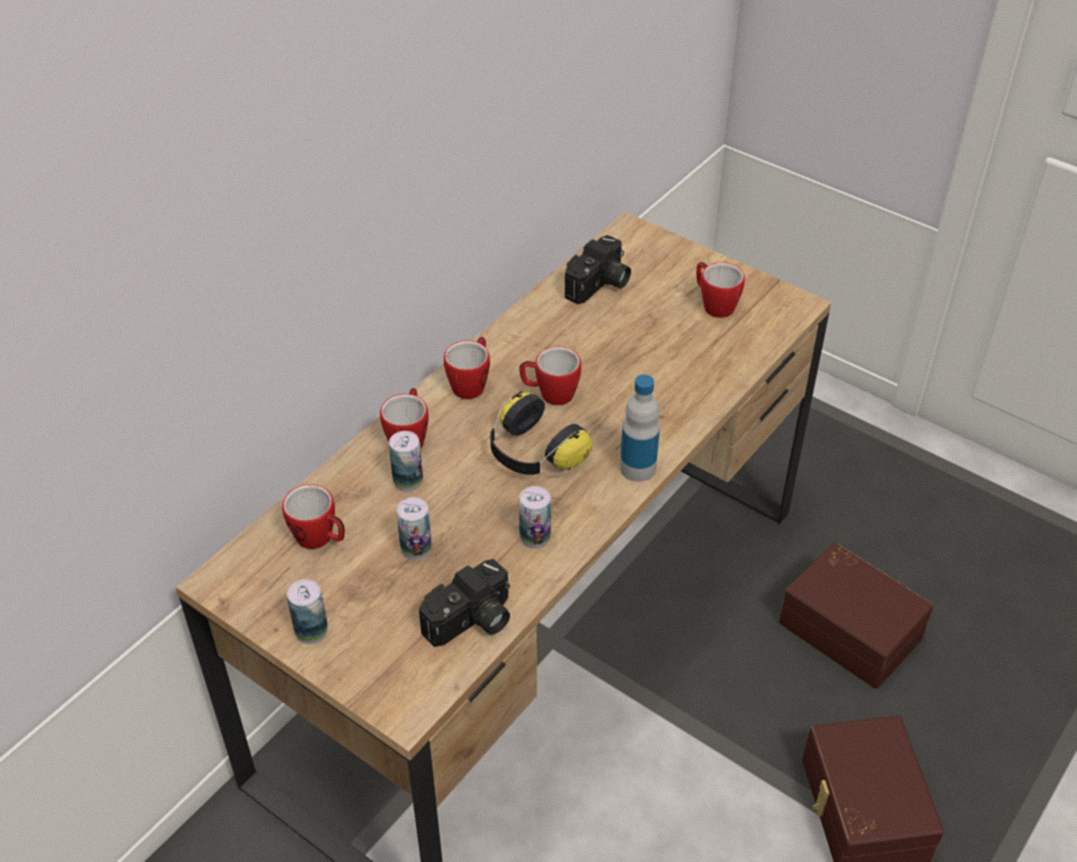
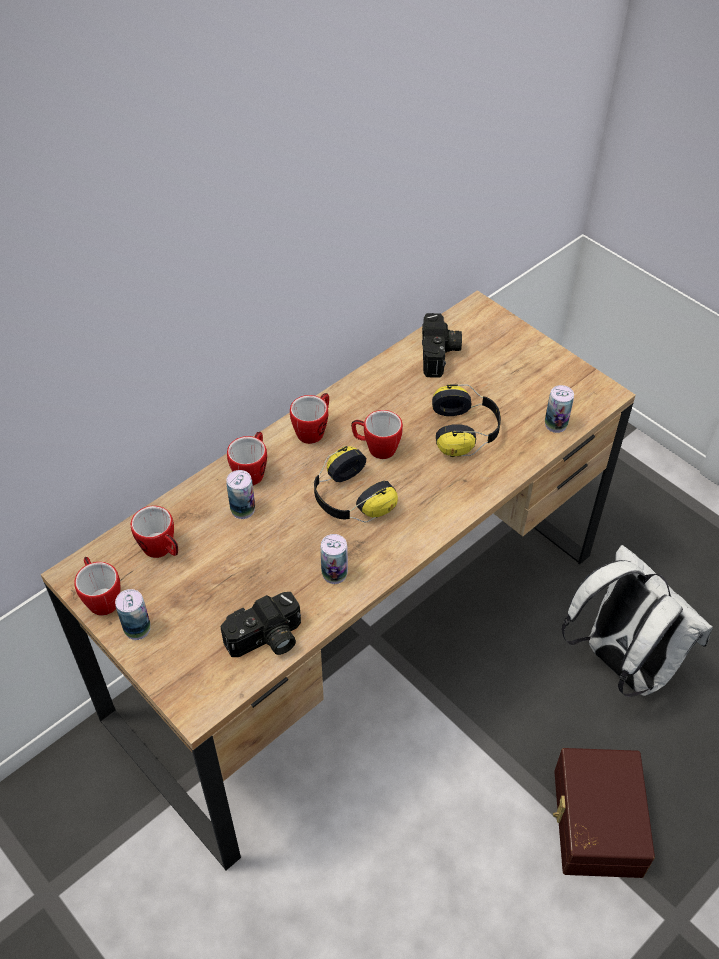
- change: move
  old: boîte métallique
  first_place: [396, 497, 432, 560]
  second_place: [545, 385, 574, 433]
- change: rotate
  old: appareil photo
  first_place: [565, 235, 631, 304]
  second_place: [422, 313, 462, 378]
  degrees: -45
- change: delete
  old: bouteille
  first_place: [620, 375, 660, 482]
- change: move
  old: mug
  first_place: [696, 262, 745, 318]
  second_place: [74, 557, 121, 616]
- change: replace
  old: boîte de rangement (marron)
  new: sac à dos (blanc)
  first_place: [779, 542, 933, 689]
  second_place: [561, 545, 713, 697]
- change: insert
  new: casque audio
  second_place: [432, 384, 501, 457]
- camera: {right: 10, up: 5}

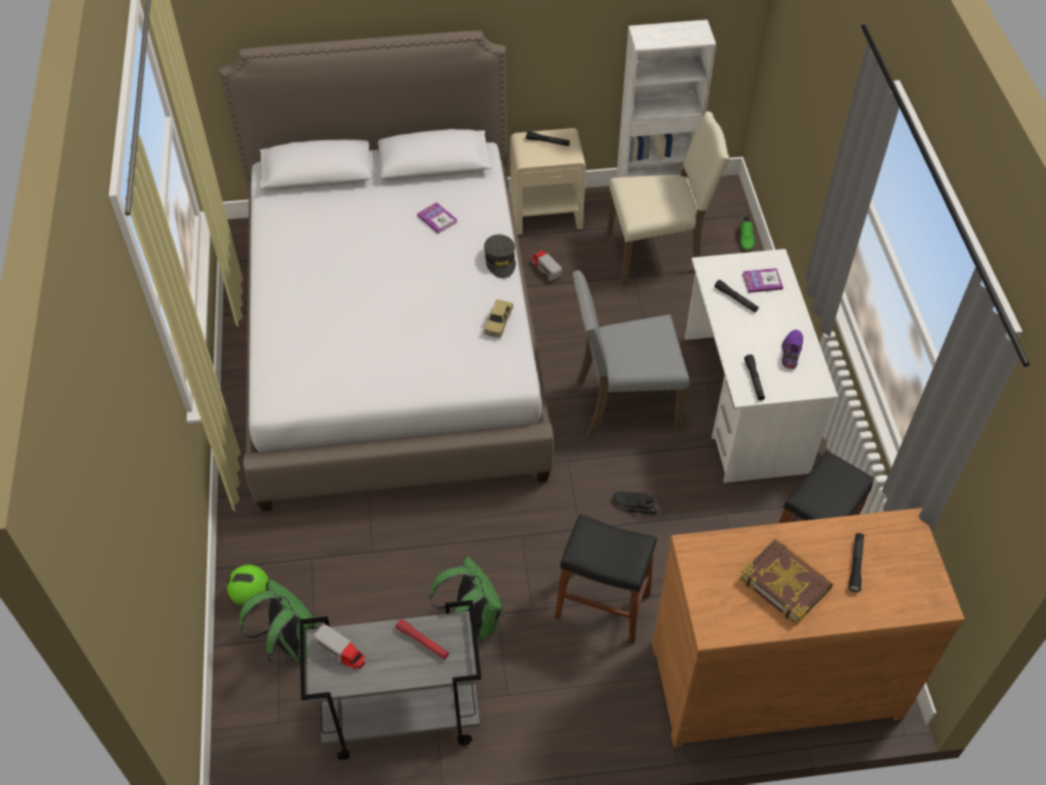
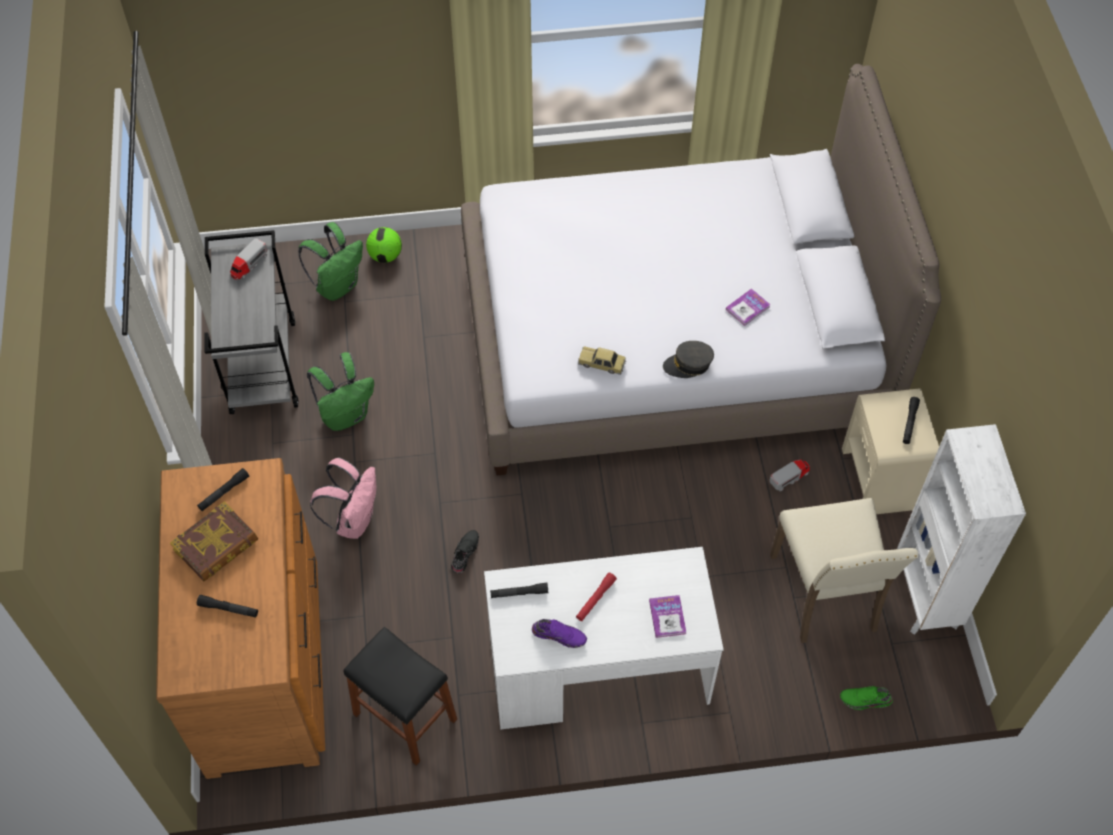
- change: move
  old: lampe de poche (rouge)
  first_place: [395, 619, 449, 659]
  second_place: [576, 573, 617, 621]
- change: replace
  old: tabouret (noir)
  new: sac à dos (rose)
  first_place: [555, 514, 657, 644]
  second_place: [310, 458, 377, 539]
- change: delete
  old: chaise (gris)
  first_place: [572, 270, 690, 436]
- change: move
  old: lampe de poche (noir)
  first_place: [714, 280, 759, 313]
  second_place: [197, 468, 249, 511]
- camera: {right: 90, up: 5}

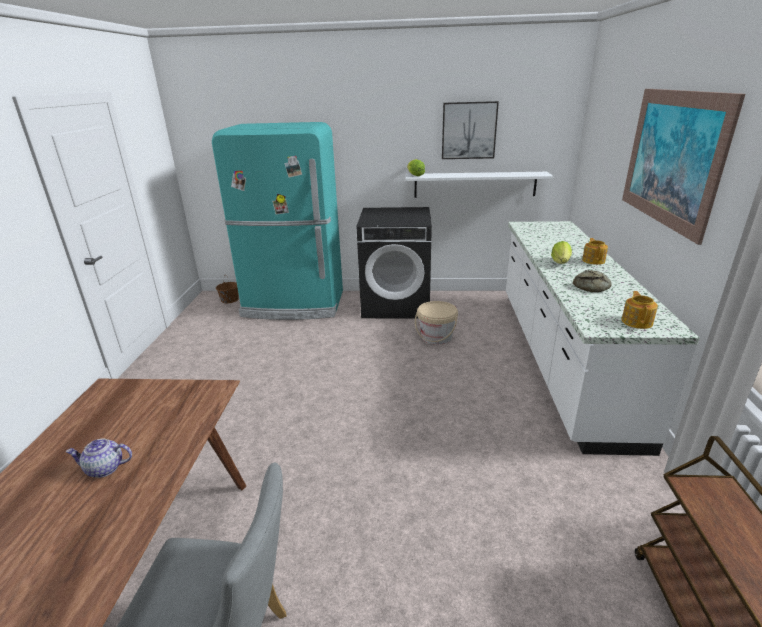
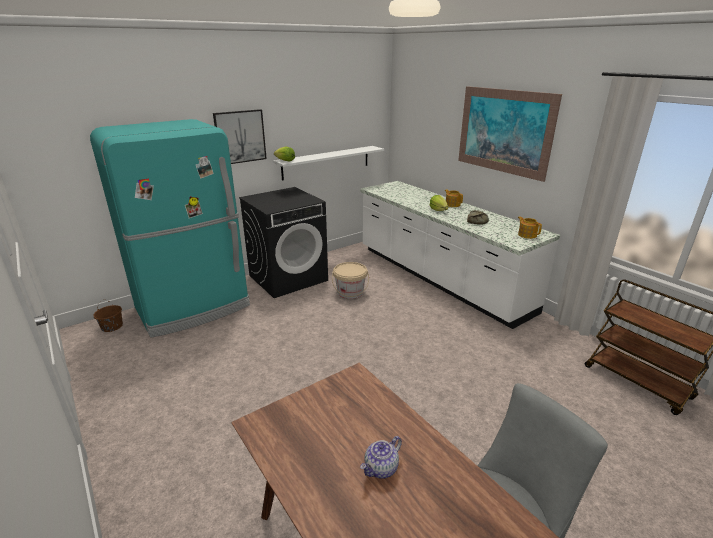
- change: move
  old: tableau
  first_place: [442, 101, 499, 159]
  second_place: [213, 109, 267, 164]
- camera: {right: -40, up: 0}

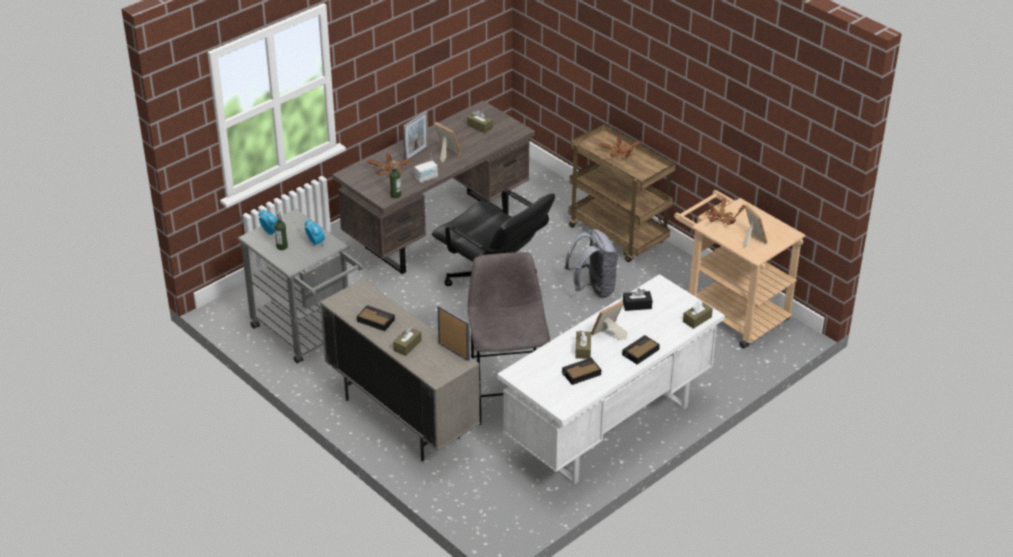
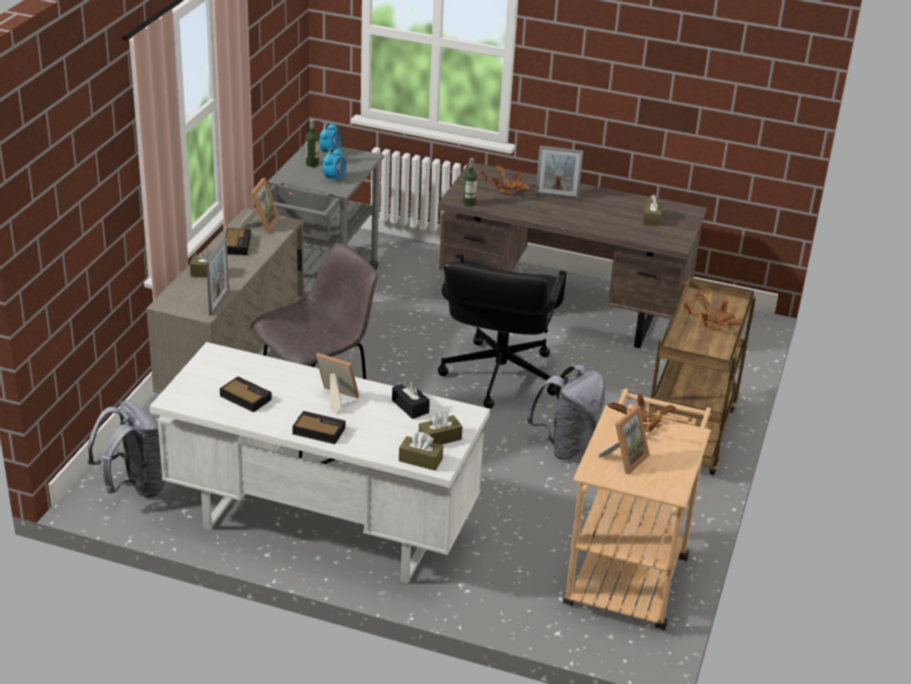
- change: delete
  old: radio
  first_place: [414, 153, 438, 183]
- change: move
  old: cadre photo
  first_place: [434, 122, 461, 163]
  second_place: [241, 178, 280, 233]
- change: move
  old: boîte à mouchoirs (marron)
  first_place: [575, 330, 591, 359]
  second_place: [419, 410, 463, 445]
- change: insert
  new: sac à dos (gris)
  second_place: [88, 400, 165, 498]
- camera: {right: 60, up: -5}

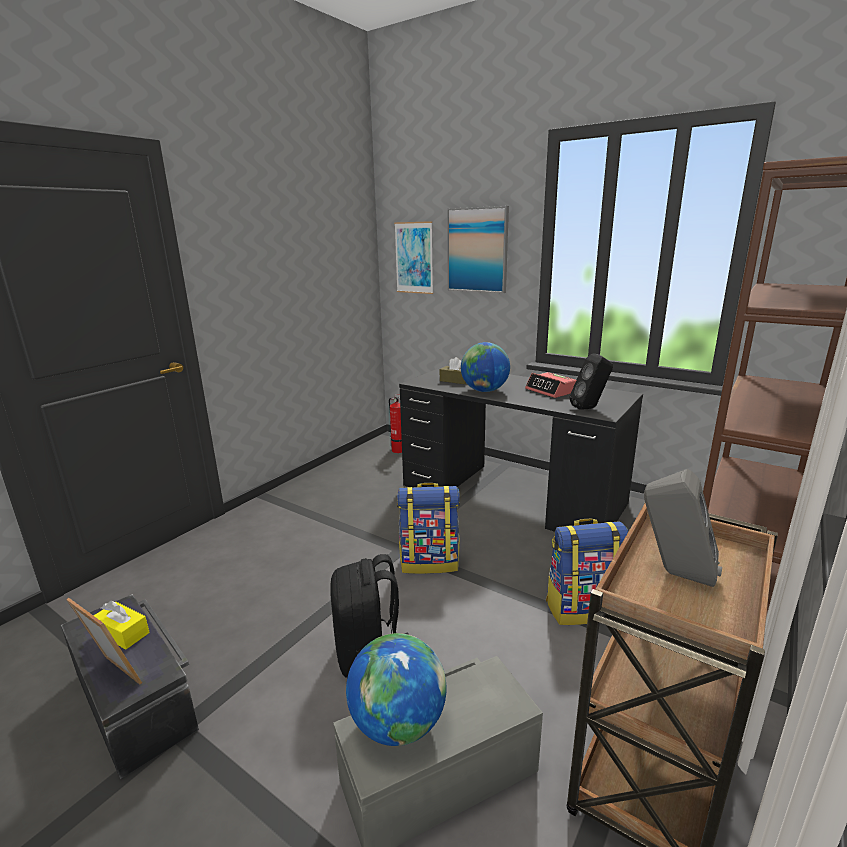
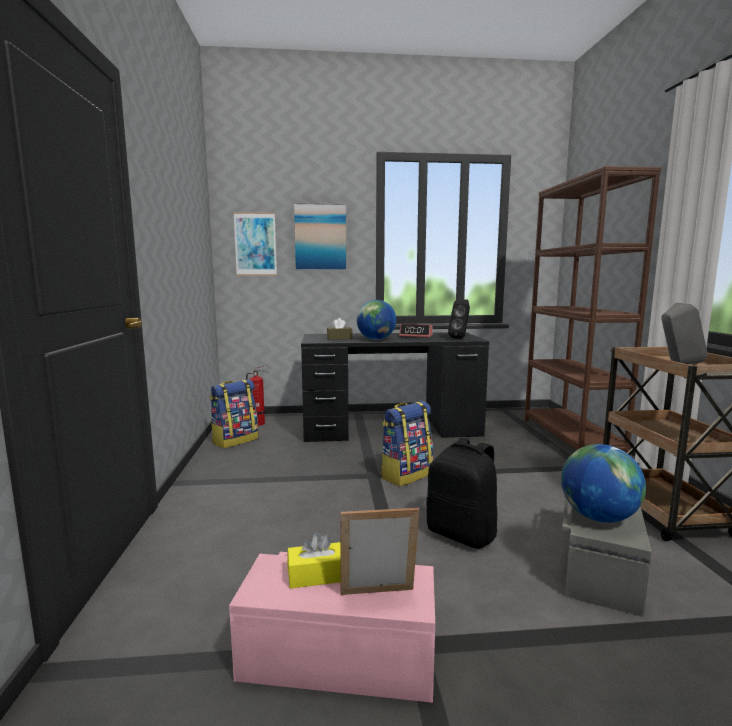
- change: recolor
  old: boîte de rangement (noir)
  new: boîte de rangement (rose)
  first_place: [61, 594, 199, 779]
  second_place: [229, 552, 435, 703]
- change: move
  old: sac à dos
  first_place: [546, 519, 628, 625]
  second_place: [210, 379, 259, 448]
- camera: {right: -40, up: -10}

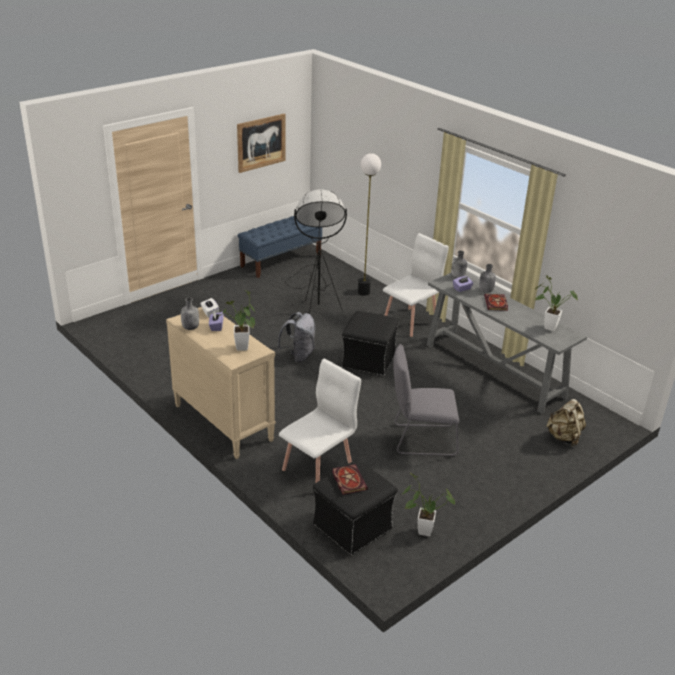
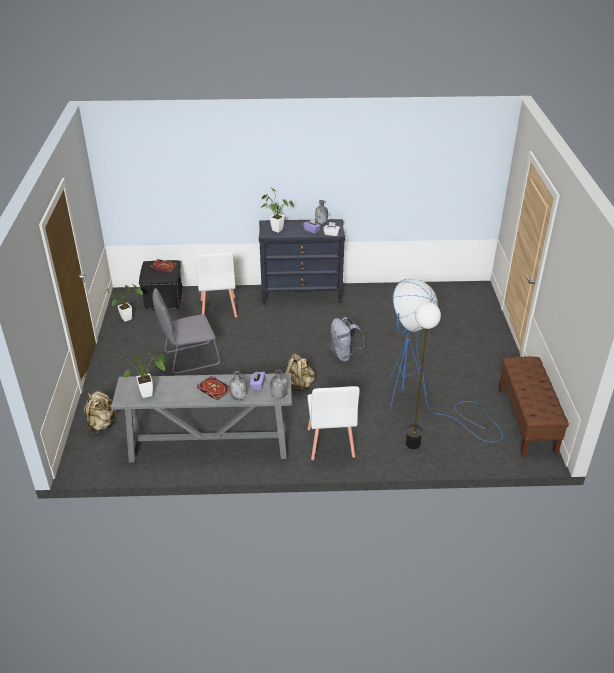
- change: recolor
  old: commode (beige)
  new: commode (noir)
  first_place: [166, 307, 276, 459]
  second_place: [259, 219, 345, 305]
- change: delete
  old: tableau
  first_place: [237, 114, 286, 173]
- change: recolor
  old: banc (bleu)
  new: banc (marron)
  first_place: [238, 216, 322, 278]
  second_place: [498, 357, 569, 457]
- change: recolor
  old: lampadaire (noir)
  new: lampadaire (bleu)
  first_place: [285, 189, 347, 314]
  second_place: [388, 279, 503, 442]
- change: replace
  old: pouf (noir)
  new: sac à dos (beige)
  first_place: [342, 311, 399, 376]
  second_place: [285, 354, 315, 392]
- change: rotate
  old: chaise (gris)
  first_place: [393, 344, 459, 456]
  second_place: [153, 288, 220, 374]
  degrees: -150
- camera: {right: 130, up: 5}

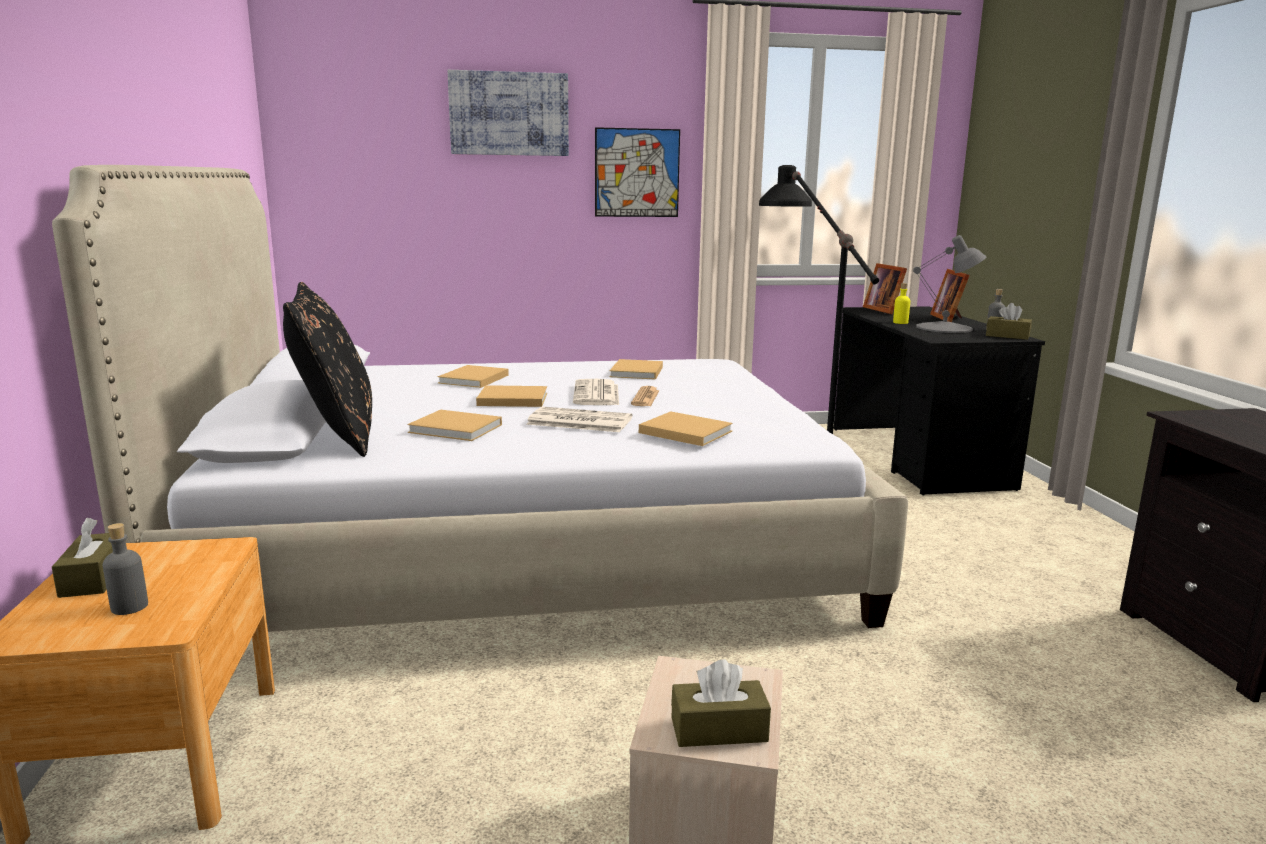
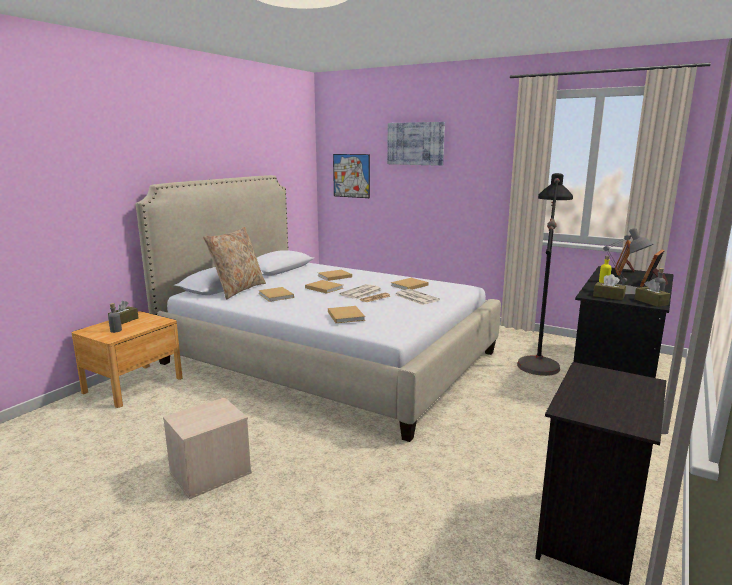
- change: recolor
  old: coussin (noir)
  new: coussin (beige)
  first_place: [283, 282, 372, 457]
  second_place: [203, 227, 266, 299]
- change: move
  old: journal
  first_place: [526, 407, 632, 432]
  second_place: [395, 289, 440, 305]
- change: move
  old: tableau
  first_place: [595, 127, 680, 217]
  second_place: [333, 154, 370, 198]
- change: move
  old: boîte à mouchoirs (marron)
  first_place: [671, 659, 771, 747]
  second_place: [593, 274, 626, 300]
- camera: {right: 40, up: 0}

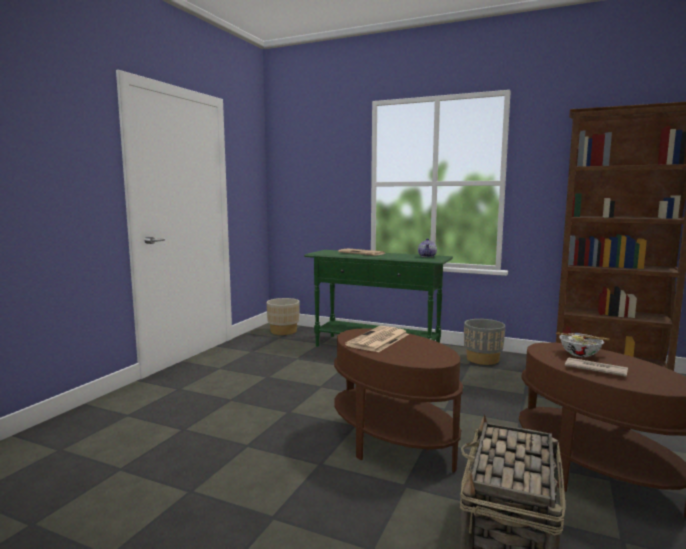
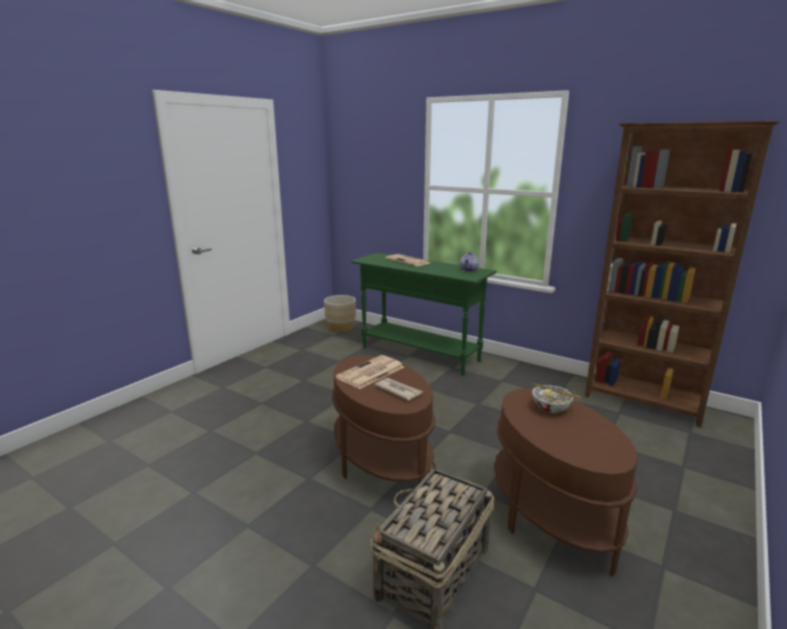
- change: delete
  old: cache-pot (gris)
  first_place: [464, 319, 505, 365]
- change: move
  old: journal
  first_place: [564, 357, 628, 377]
  second_place: [374, 378, 423, 401]
- camera: {right: 10, up: 10}

